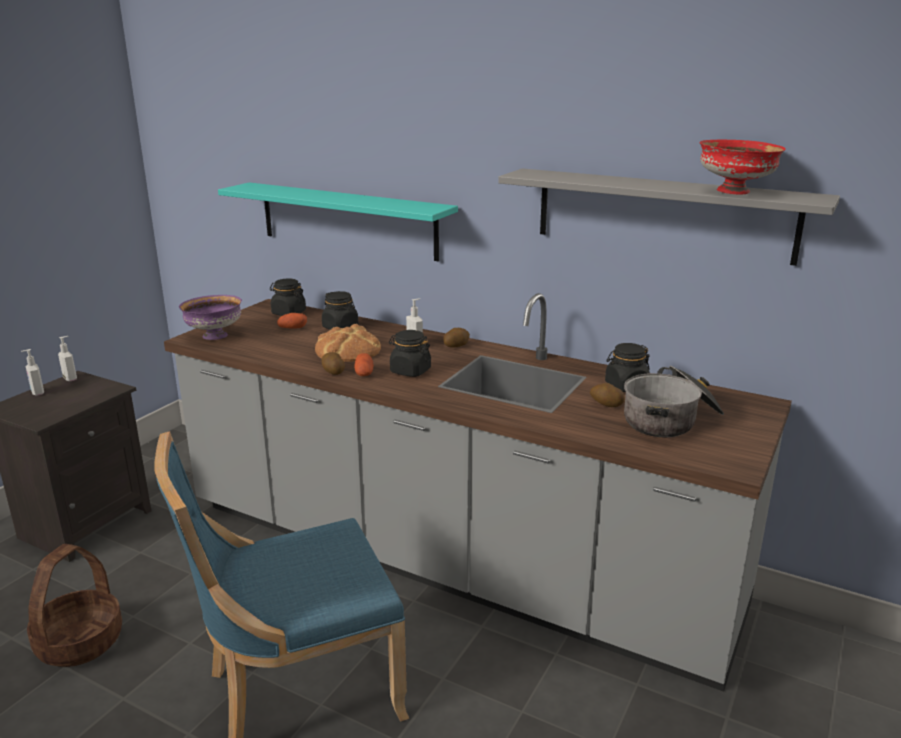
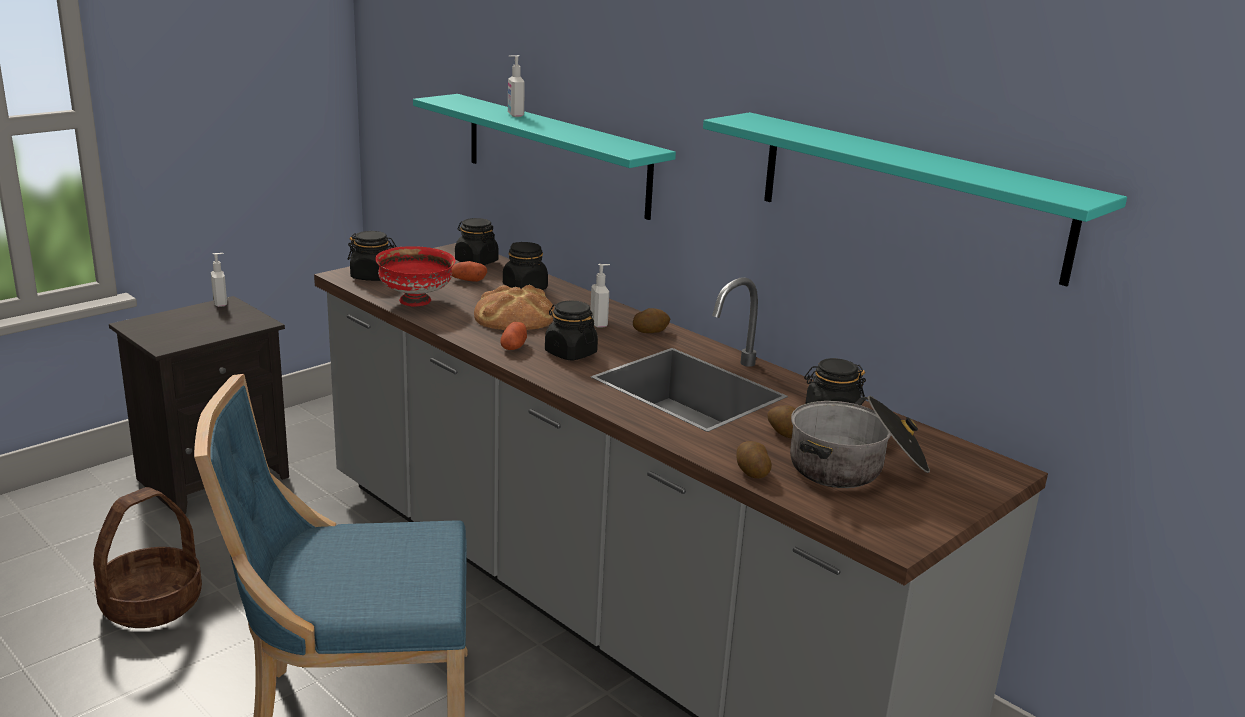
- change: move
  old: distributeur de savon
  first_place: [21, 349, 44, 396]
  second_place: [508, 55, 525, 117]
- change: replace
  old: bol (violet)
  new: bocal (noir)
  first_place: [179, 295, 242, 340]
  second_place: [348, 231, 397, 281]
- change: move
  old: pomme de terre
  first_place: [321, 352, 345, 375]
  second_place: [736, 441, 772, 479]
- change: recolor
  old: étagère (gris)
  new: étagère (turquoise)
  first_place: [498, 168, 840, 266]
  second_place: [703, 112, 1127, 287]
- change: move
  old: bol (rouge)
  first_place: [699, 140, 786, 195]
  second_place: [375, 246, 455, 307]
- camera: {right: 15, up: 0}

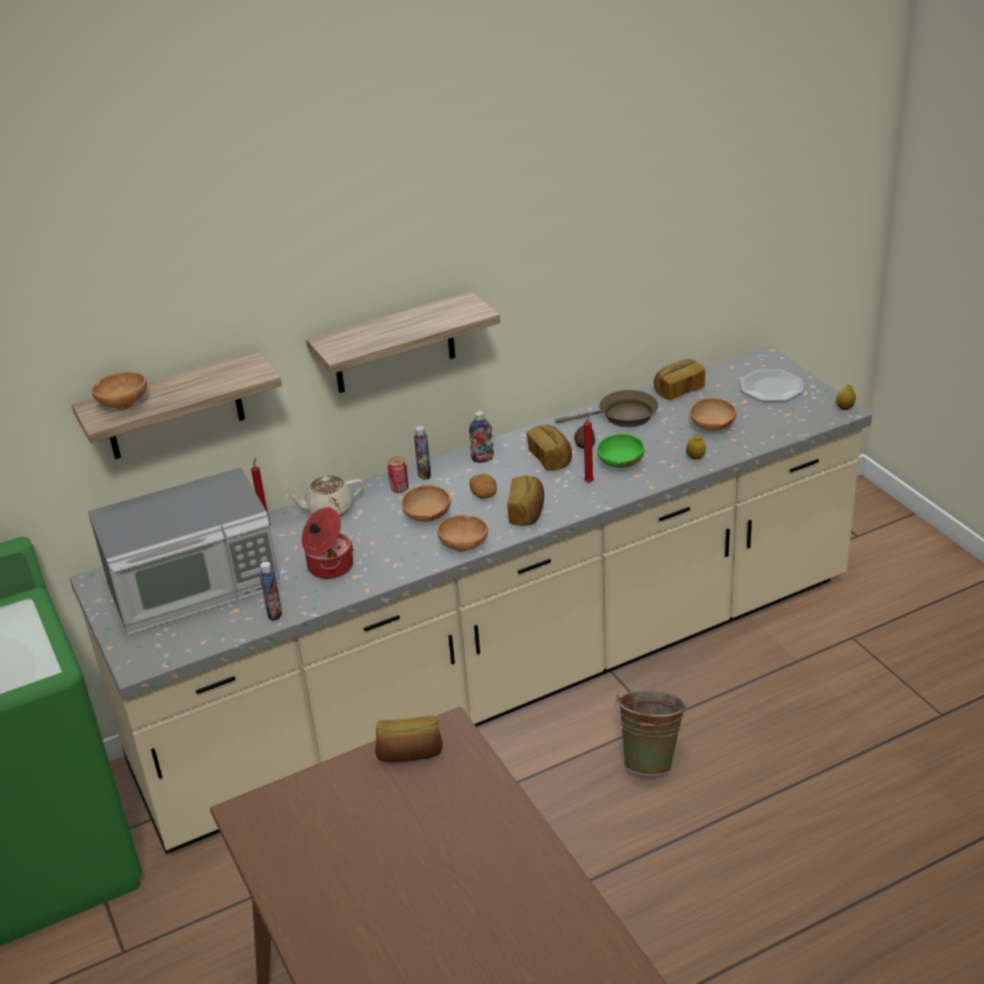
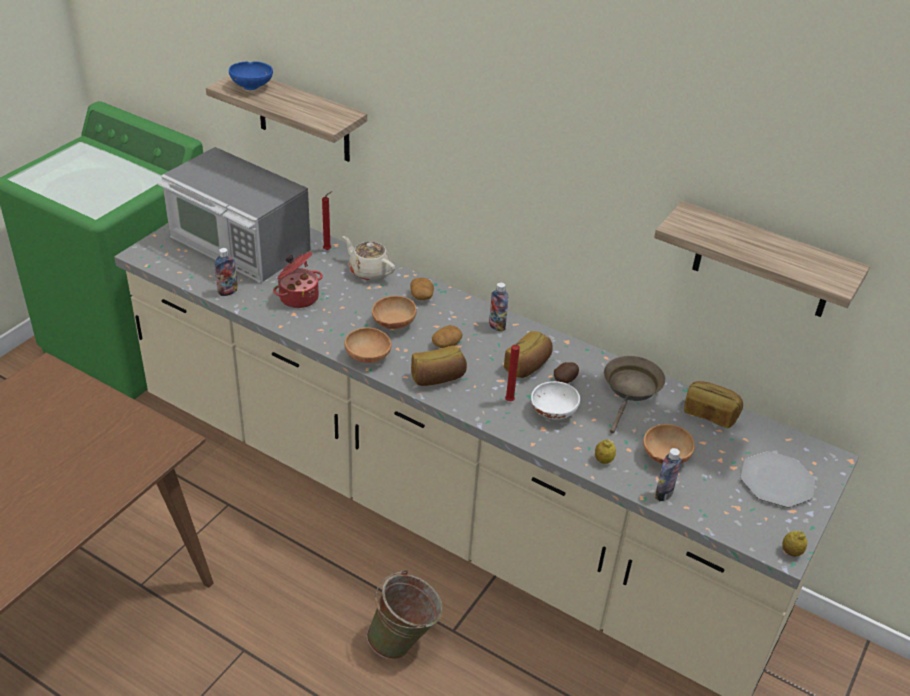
- change: recolor
  old: bol (marron)
  new: bol (bleu)
  first_place: [91, 372, 147, 410]
  second_place: [229, 61, 273, 90]
- change: move
  old: étagère
  first_place: [306, 291, 500, 393]
  second_place: [654, 201, 870, 317]
- change: delete
  old: pain
  first_place: [375, 715, 443, 762]
- change: replace
  old: boîte métallique
  new: pomme de terre
  first_place: [388, 457, 409, 493]
  second_place: [410, 278, 434, 300]
- change: move
  old: bouteille
  first_place: [414, 426, 431, 480]
  second_place: [655, 448, 682, 501]
- change: rotate
  old: poêle (marron)
  first_place: [555, 390, 658, 427]
  second_place: [604, 356, 666, 434]
  degrees: -120
- change: recolor
  old: bol (vert)
  new: bol (blanc)
  first_place: [597, 434, 645, 468]
  second_place: [531, 381, 580, 420]
- camera: {right: 55, up: 5}

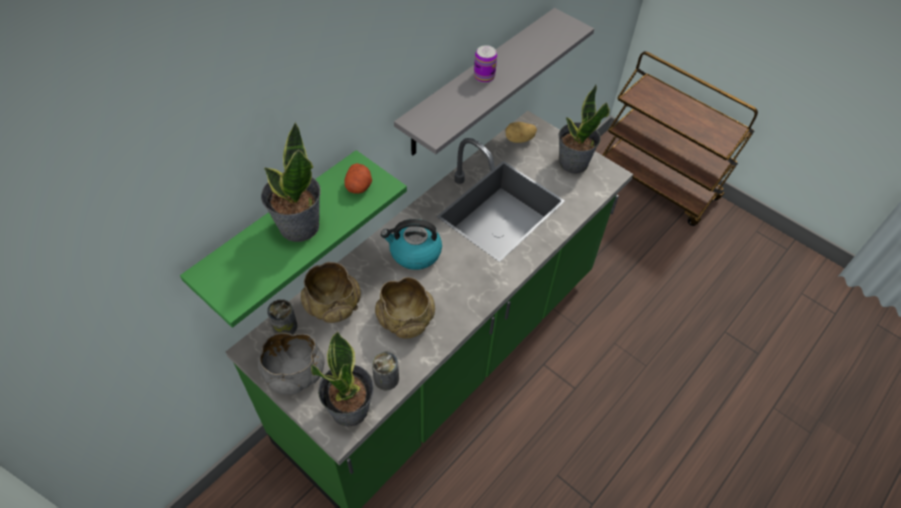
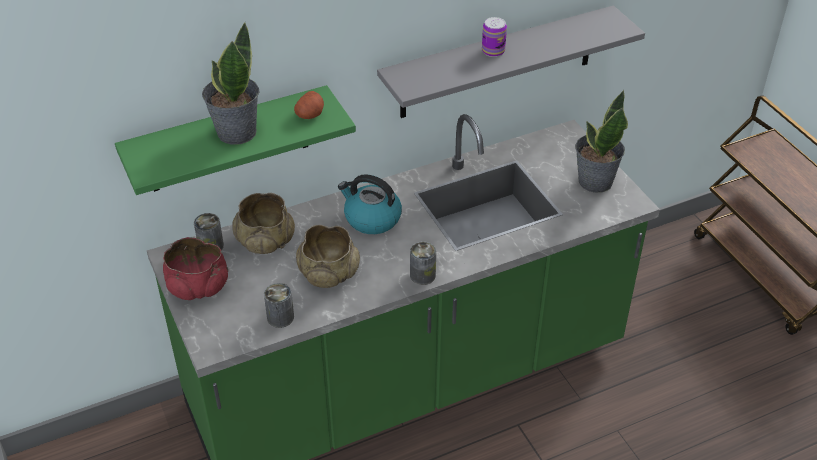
- change: recolor
  old: bol (gris)
  new: bol (rouge)
  first_place: [258, 333, 325, 395]
  second_place: [163, 237, 229, 300]
- change: delete
  old: plante en pot
  first_place: [311, 331, 374, 427]
- change: delete
  old: pomme de terre
  first_place: [505, 122, 537, 143]
- change: insert
  new: boîte métallique
  second_place: [410, 241, 436, 285]
- camera: {right: 25, up: -10}

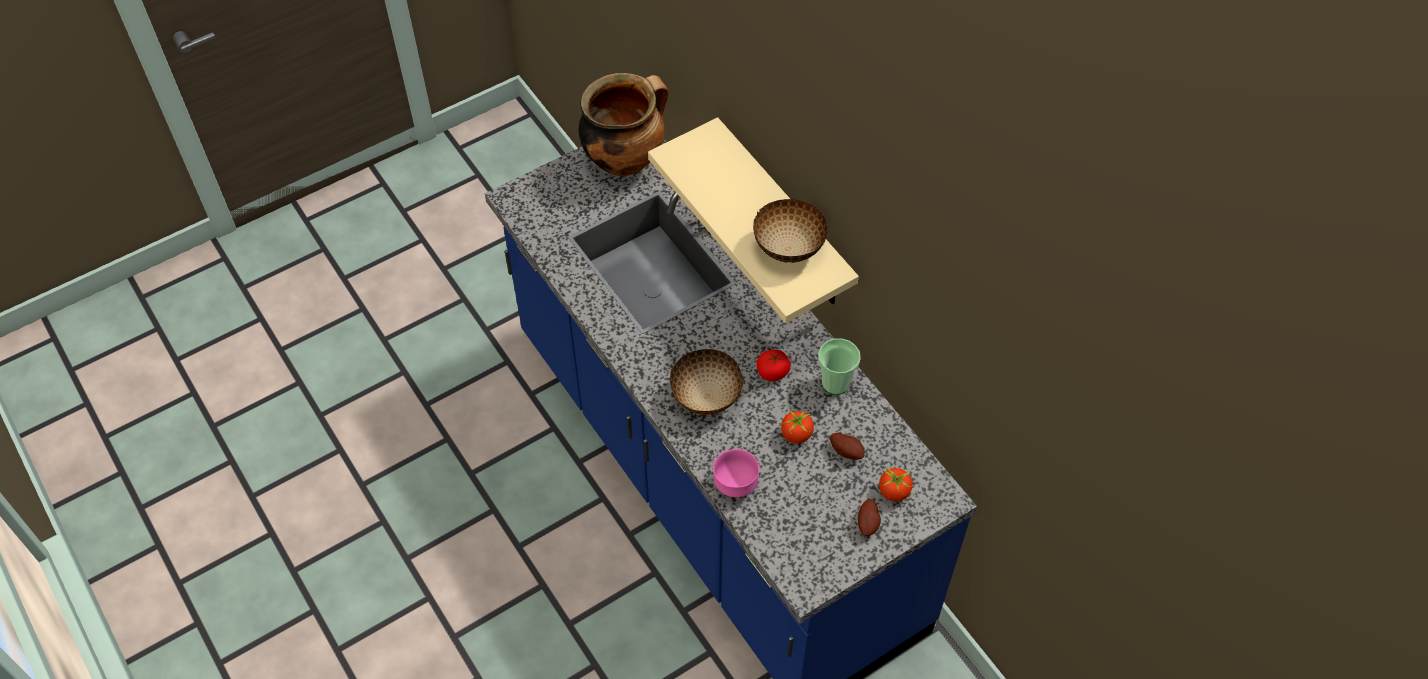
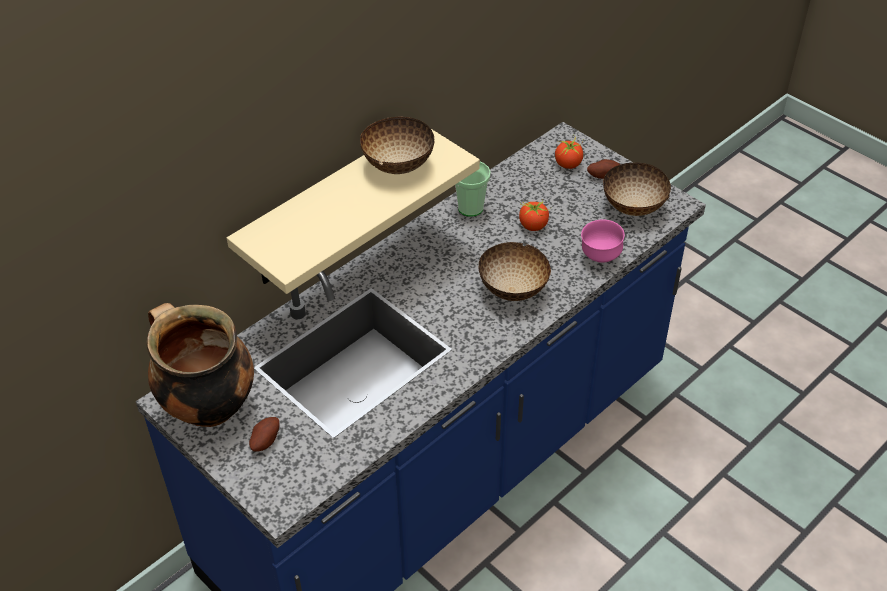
- change: delete
  old: tomate
  first_place: [757, 350, 791, 381]
- change: move
  old: pomme de terre
  first_place: [830, 433, 865, 460]
  second_place: [249, 417, 280, 452]
- change: insert
  new: bol
  second_place: [603, 162, 671, 216]
- camera: {right: -100, up: -10}

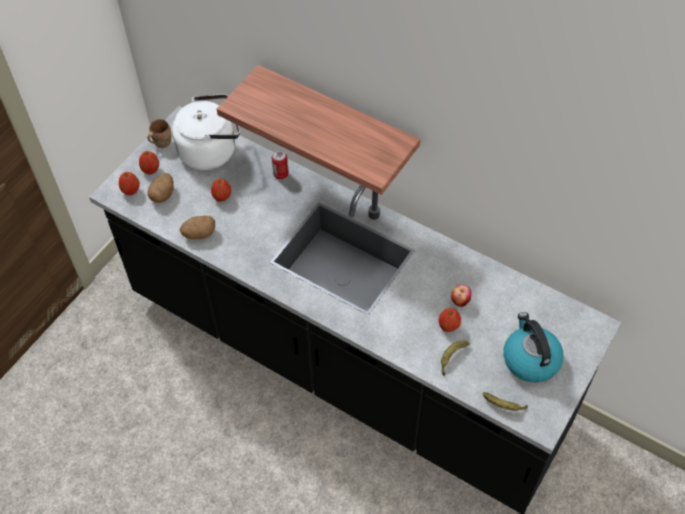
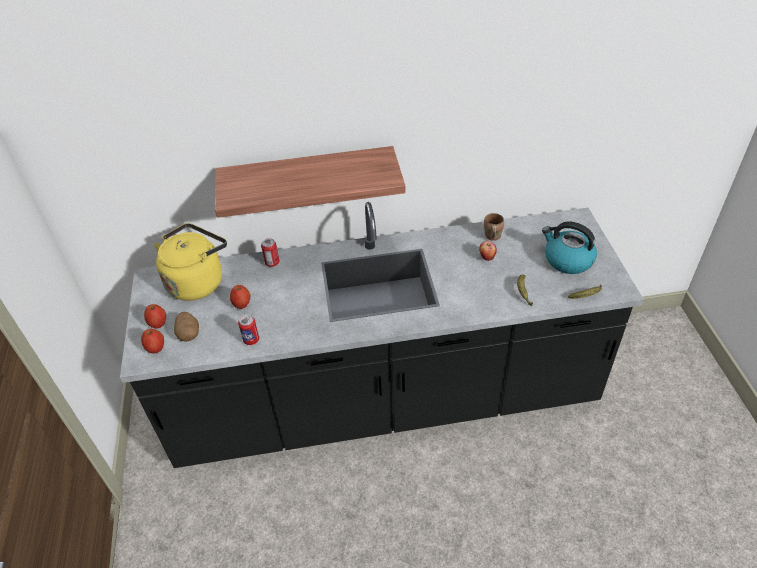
- change: move
  old: mug (marron)
  first_place: [147, 119, 171, 148]
  second_place: [484, 213, 504, 241]
- change: recolor
  old: bouilloire (blanc)
  new: bouilloire (jaune)
  first_place: [172, 94, 240, 170]
  second_place: [154, 223, 227, 301]
- change: replace
  old: pomme de terre
  new: boîte métallique
  first_place: [180, 216, 215, 240]
  second_place: [238, 314, 259, 345]
- change: delete
  old: pomme
  first_place: [439, 308, 461, 332]
- camera: {right: -40, up: -10}

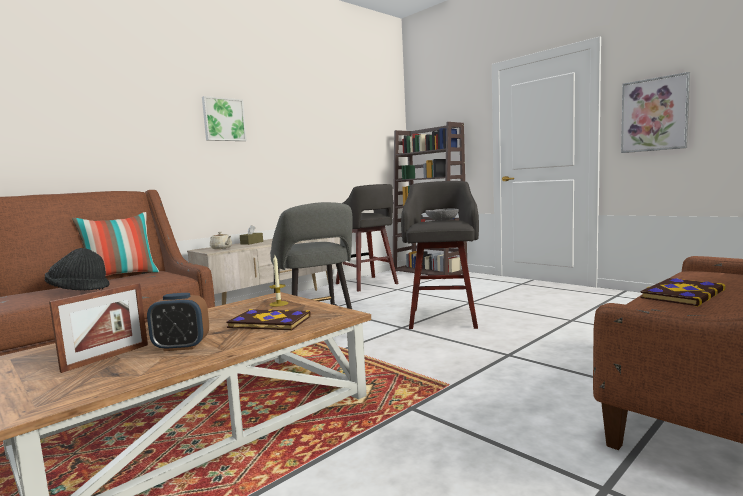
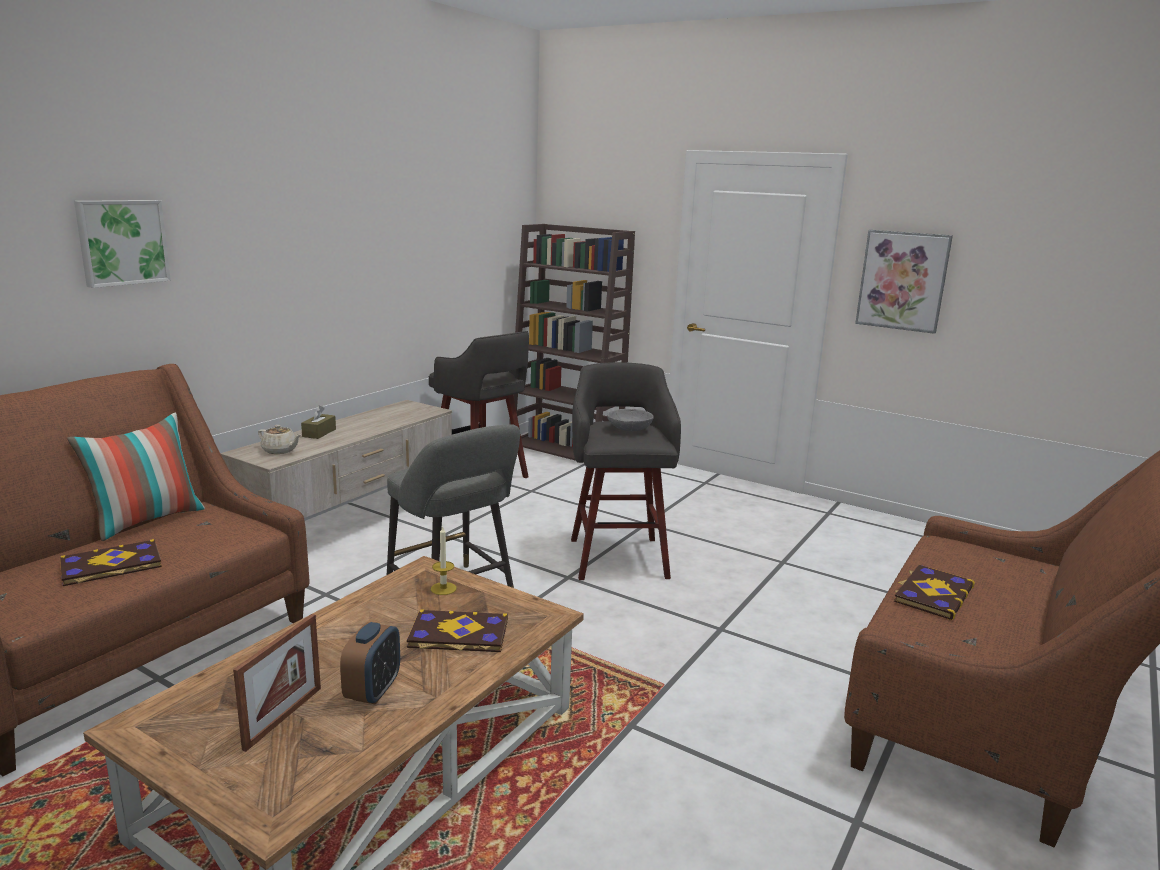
- change: replace
  old: chapeau (noir)
  new: livre
  first_place: [45, 248, 110, 290]
  second_place: [60, 539, 162, 586]
- change: rotate
  old: réveil
  first_place: [147, 293, 209, 351]
  second_place: [340, 622, 400, 705]
  degrees: -60
- change: move
  old: tableau
  first_place: [202, 96, 247, 141]
  second_place: [74, 200, 171, 288]
- camera: {right: -15, up: 10}

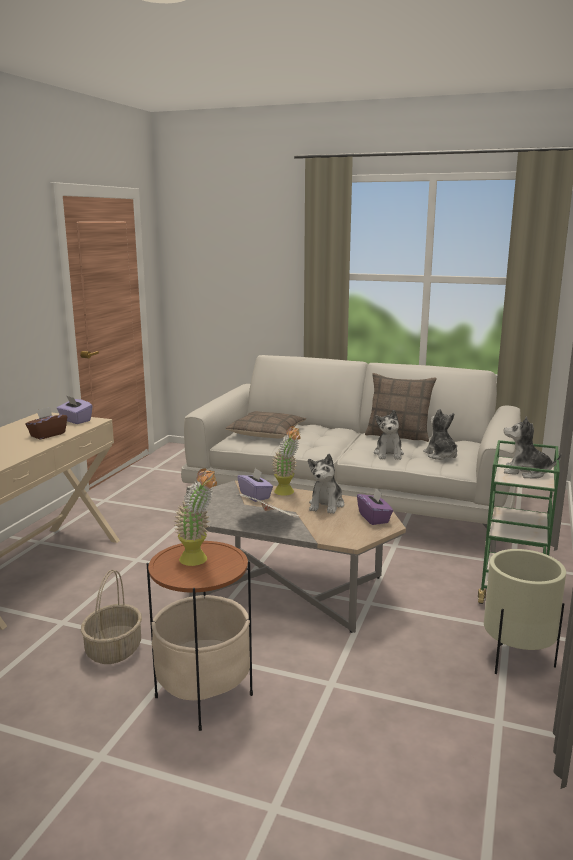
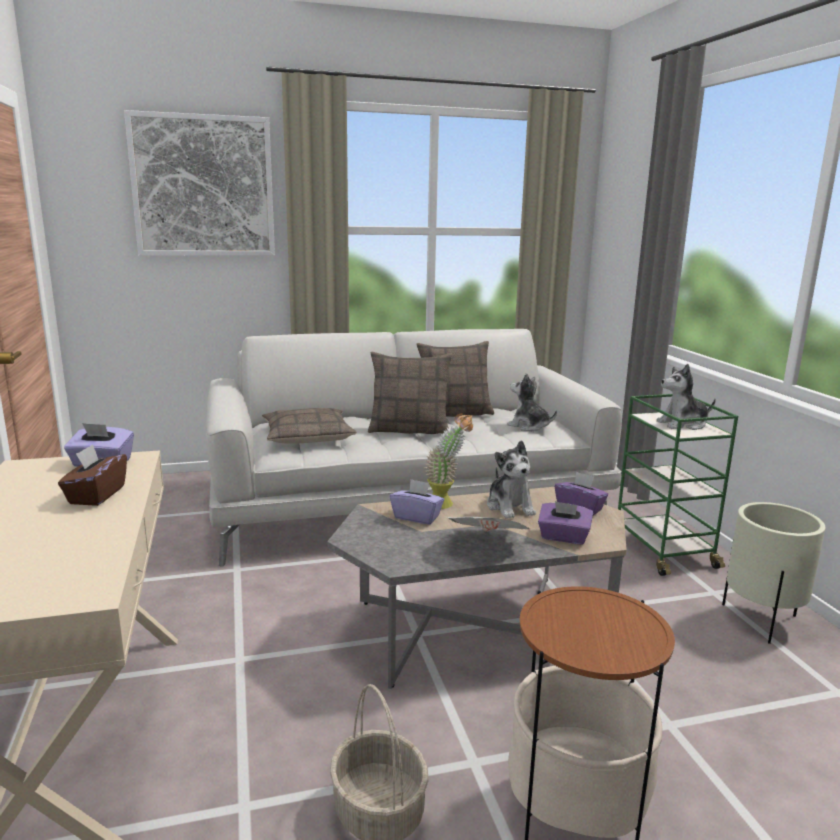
- change: delete
  old: plante en pot
  first_place: [174, 468, 217, 566]
- change: delete
  old: peluche
  first_place: [374, 410, 404, 460]
- change: insert
  new: tableau
  second_place: [124, 110, 275, 256]
- change: insert
  new: coussin
  second_place: [368, 352, 452, 434]
- change: insert
  new: boîte à mouchoirs (violet)
  second_place: [538, 501, 593, 545]
- camera: {right: -35, up: 0}

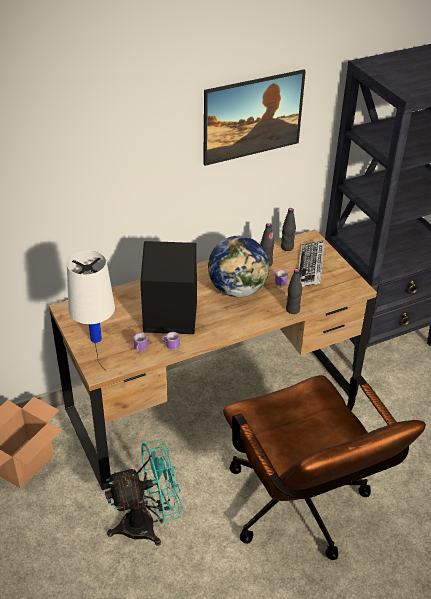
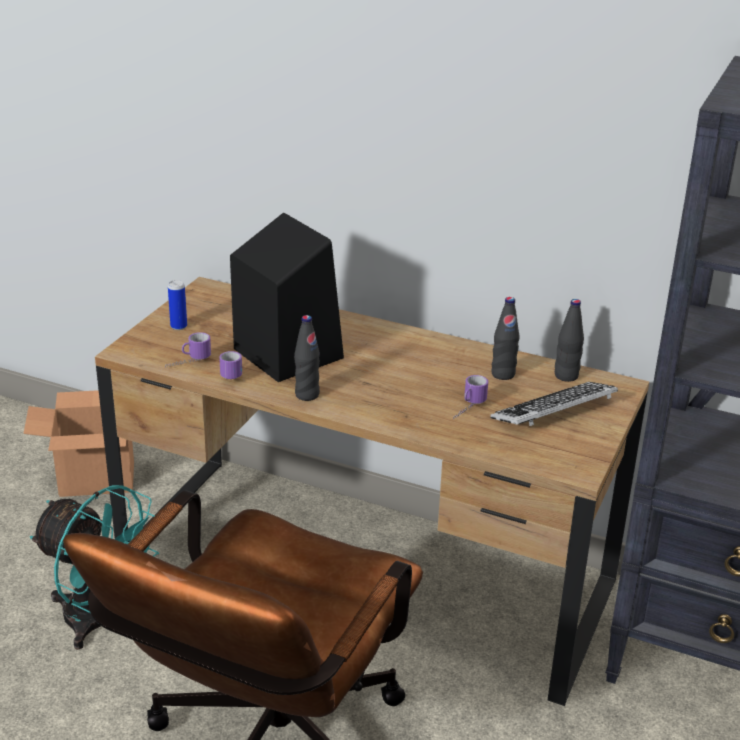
- change: delete
  old: lampe de table (blanc)
  first_place: [67, 250, 115, 372]
- change: delete
  old: tableau
  first_place: [203, 69, 306, 166]
- change: delete
  old: globe
  first_place: [208, 236, 269, 297]
- change: move
  old: bouteille (noir)
  first_place: [286, 269, 302, 314]
  second_place: [294, 315, 320, 401]
- camera: {right: 50, up: -10}

